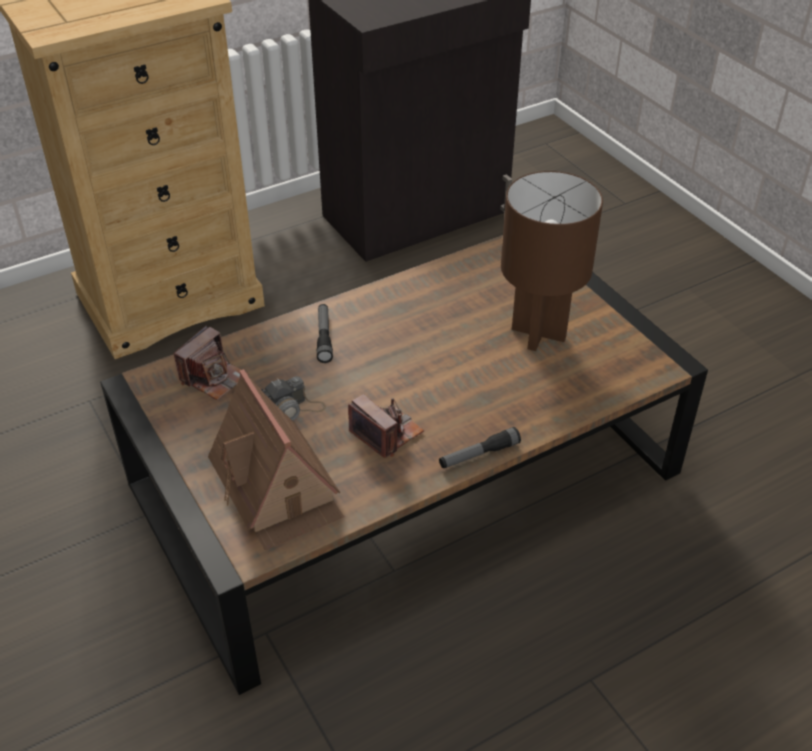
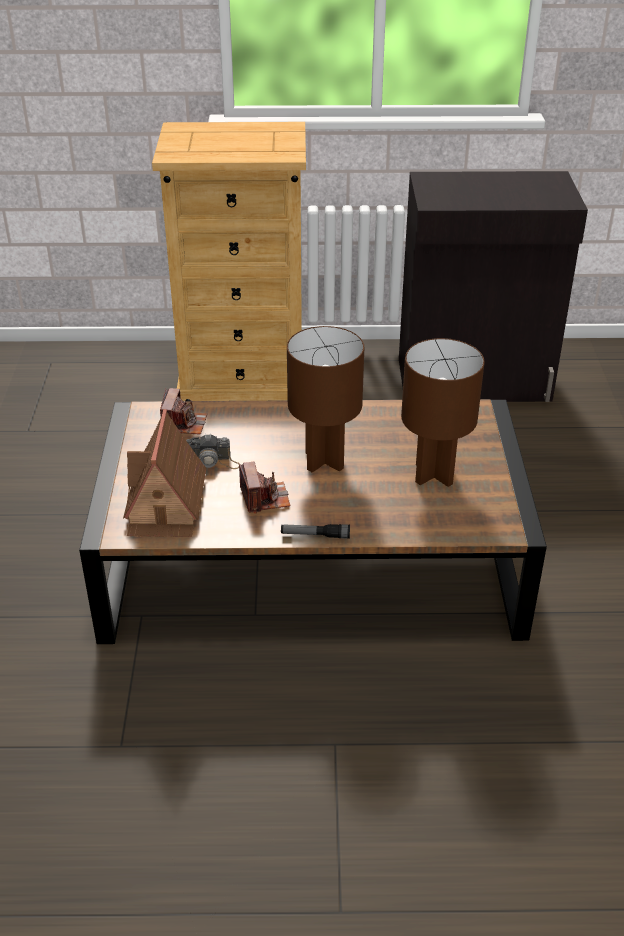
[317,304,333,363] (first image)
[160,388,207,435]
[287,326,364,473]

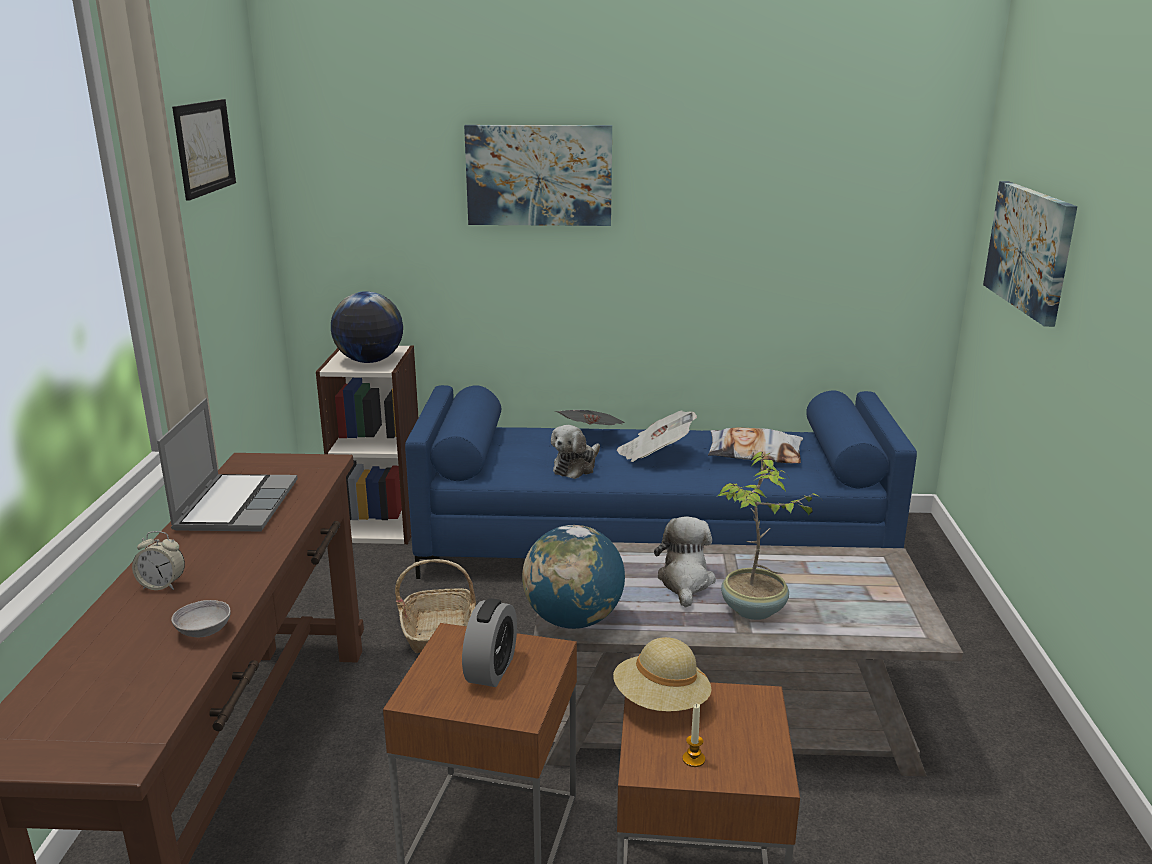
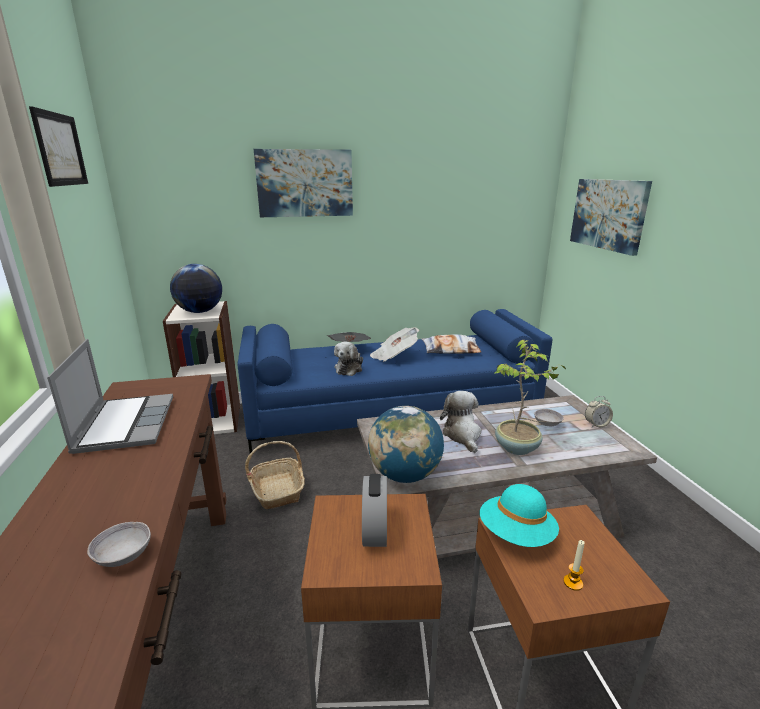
[585,396,613,428]
[480,484,559,547]
[534,409,564,426]

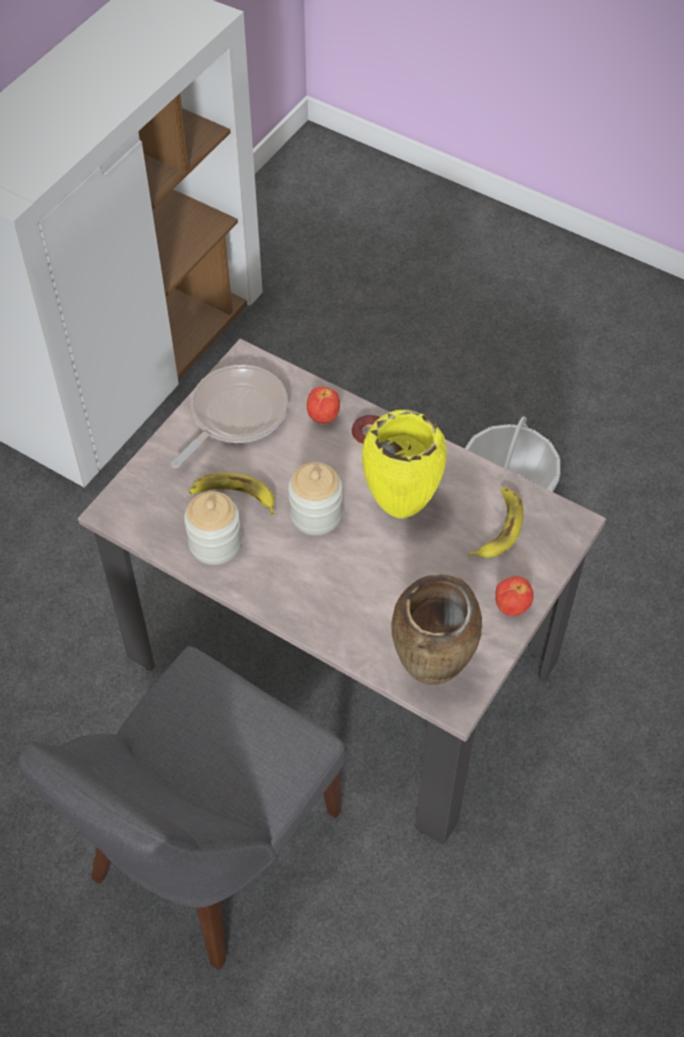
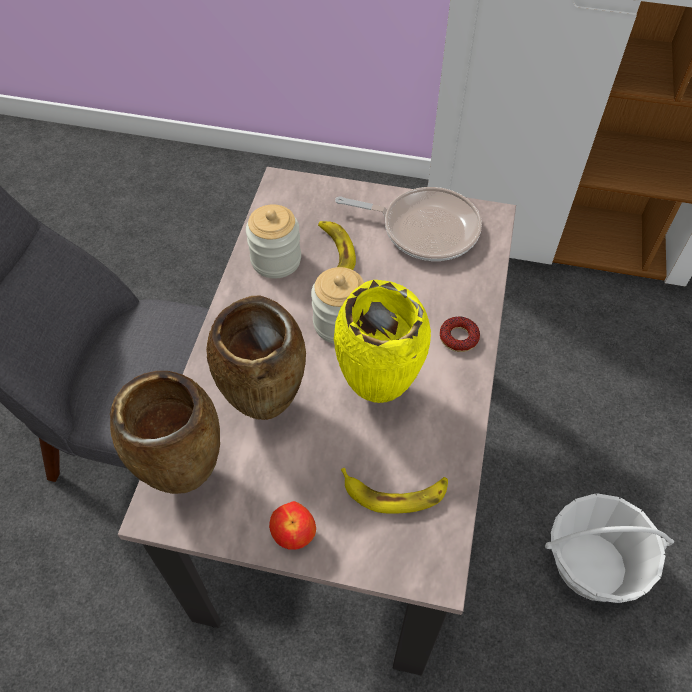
[307,387,340,424] (first image)
[206,296,306,420]

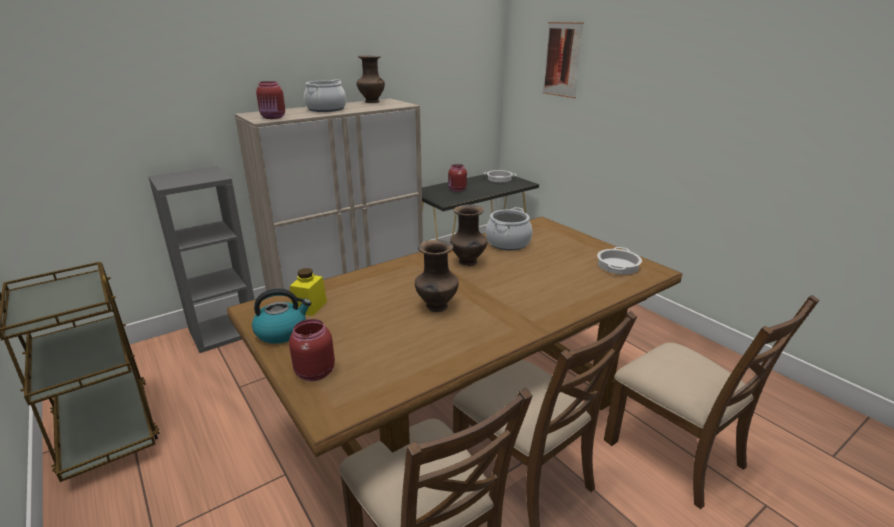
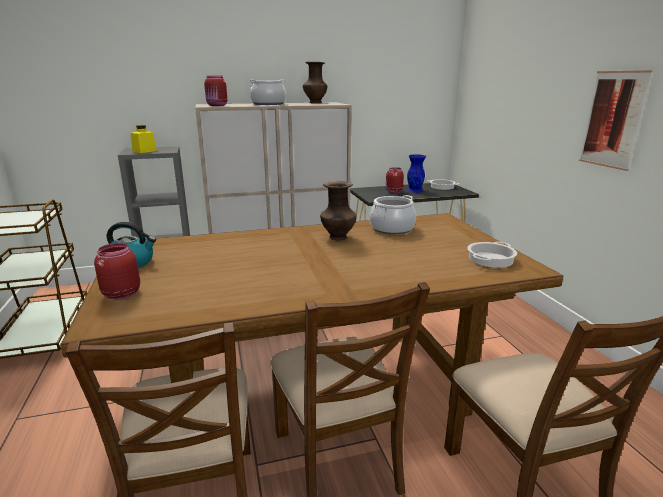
[579,70,653,171]
[415,240,459,312] (first image)
[131,125,157,153]
[406,154,426,193]

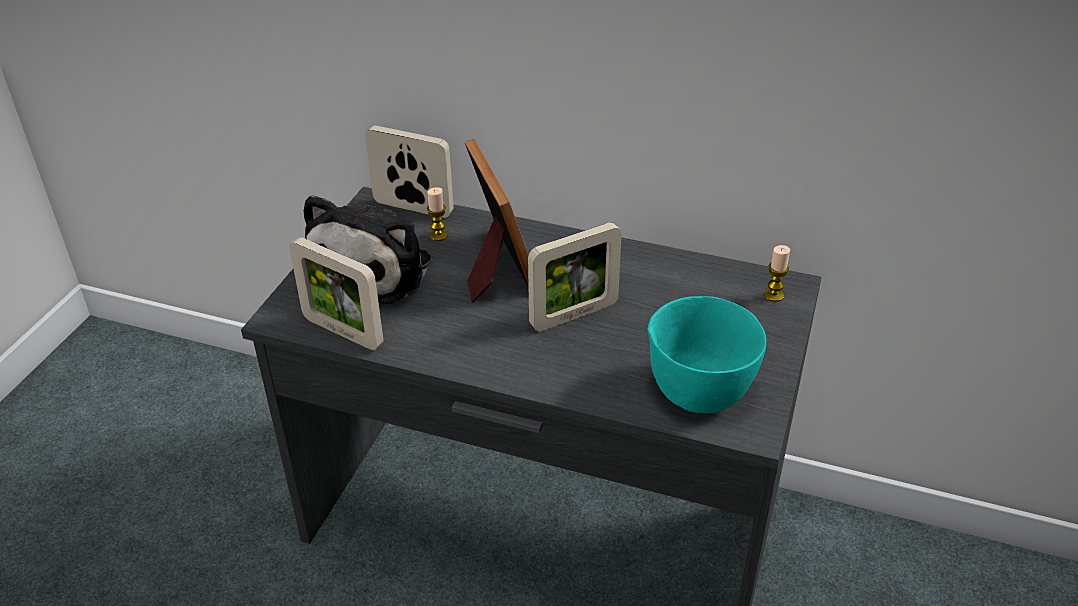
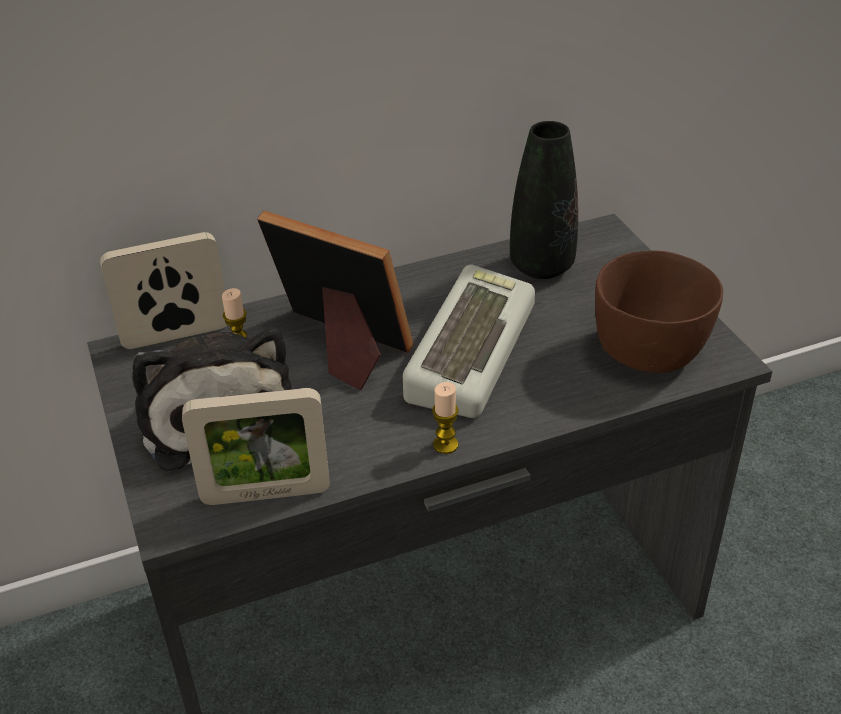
[403,265,535,418]
[432,382,459,454]
[595,250,723,373]
[510,121,578,279]

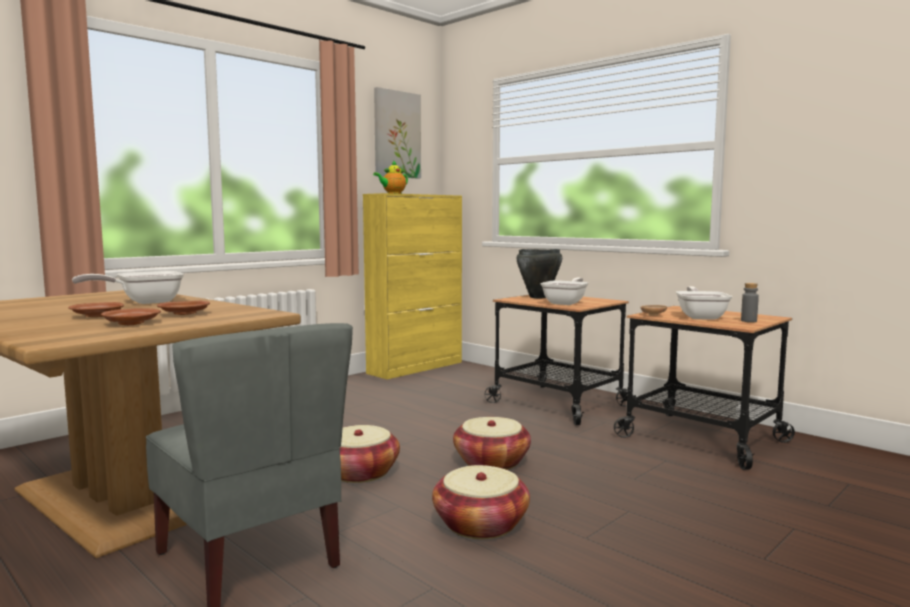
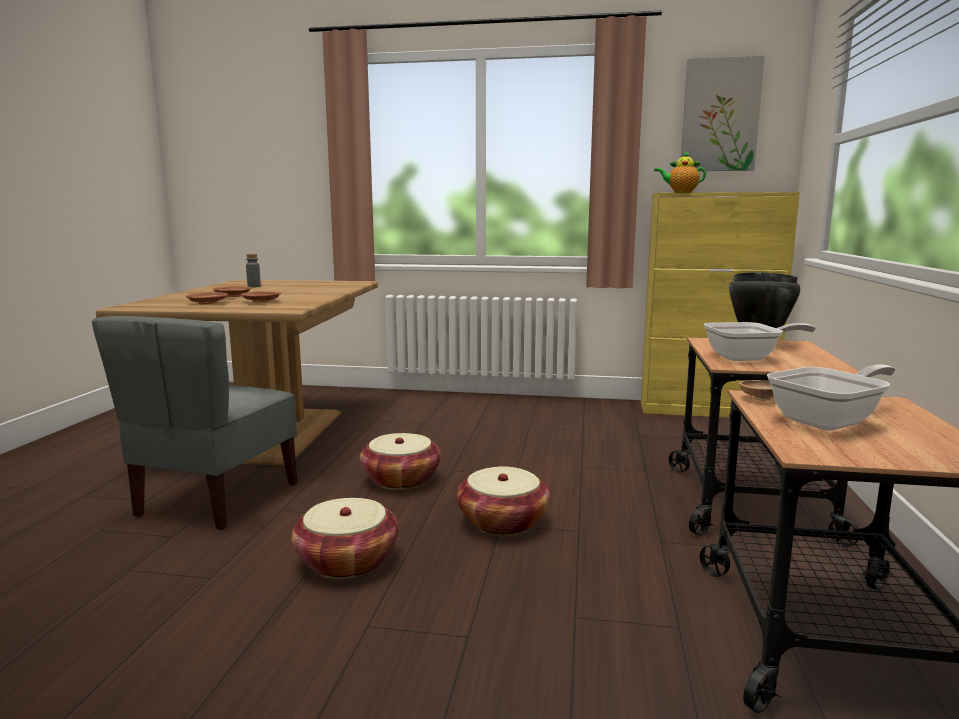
[72,271,184,304] (first image)
[246,254,261,288]

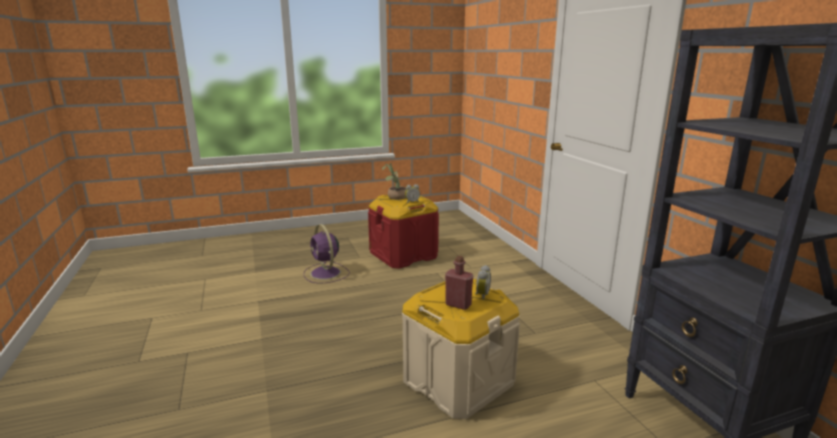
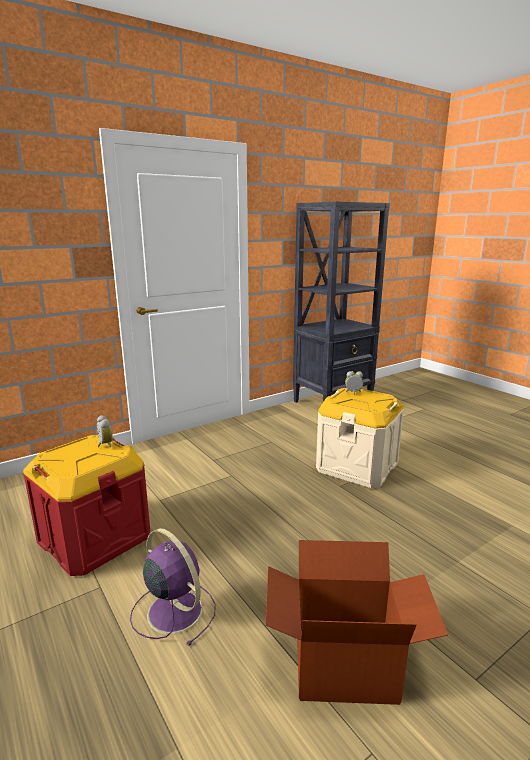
[382,163,406,200] (first image)
[130,528,216,646]
[445,256,473,310] (first image)
[265,540,448,705]

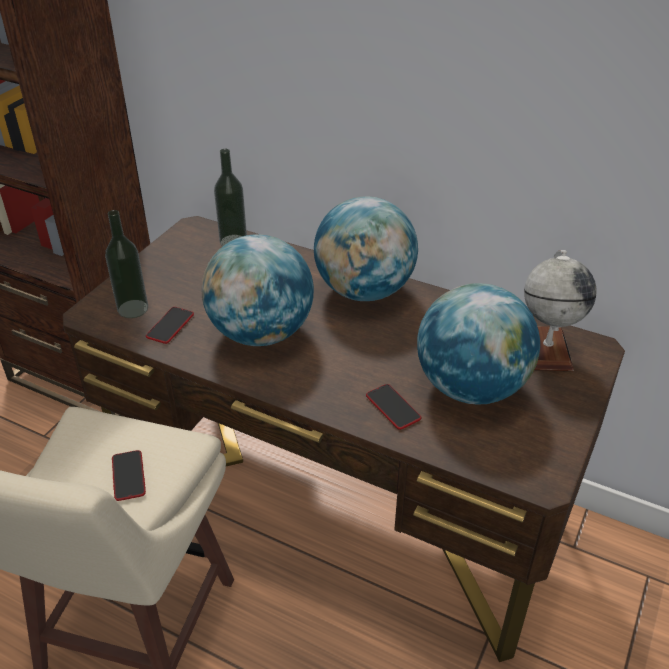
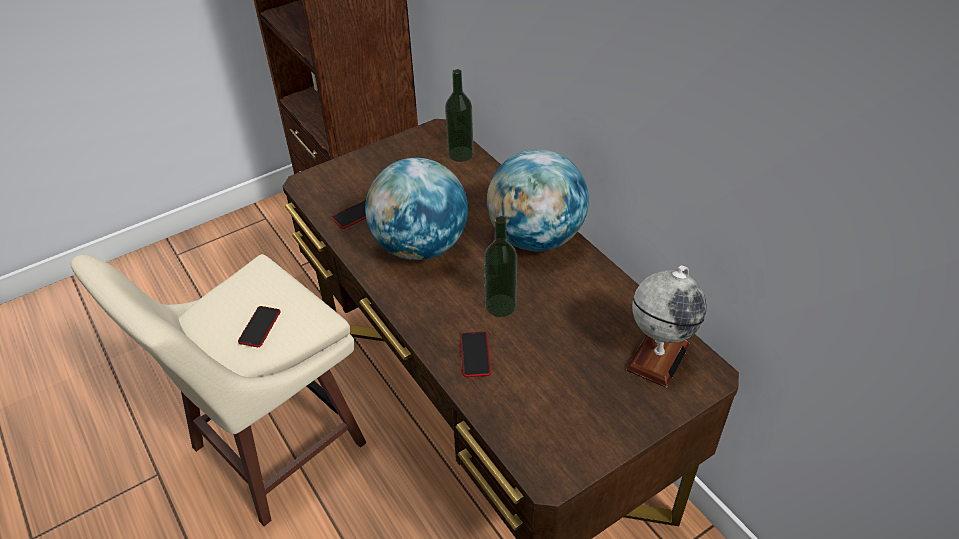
[484,216,517,317]
[417,283,540,405] (first image)

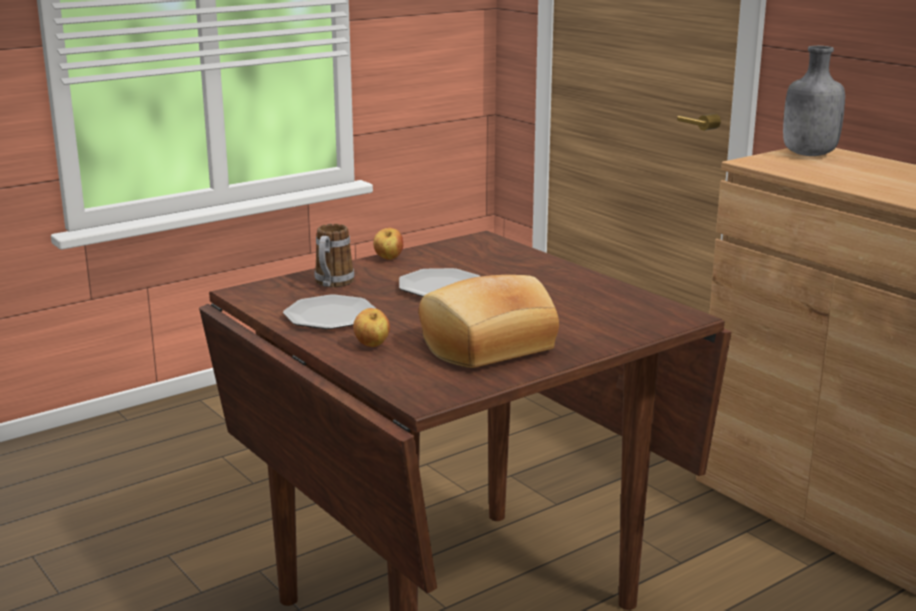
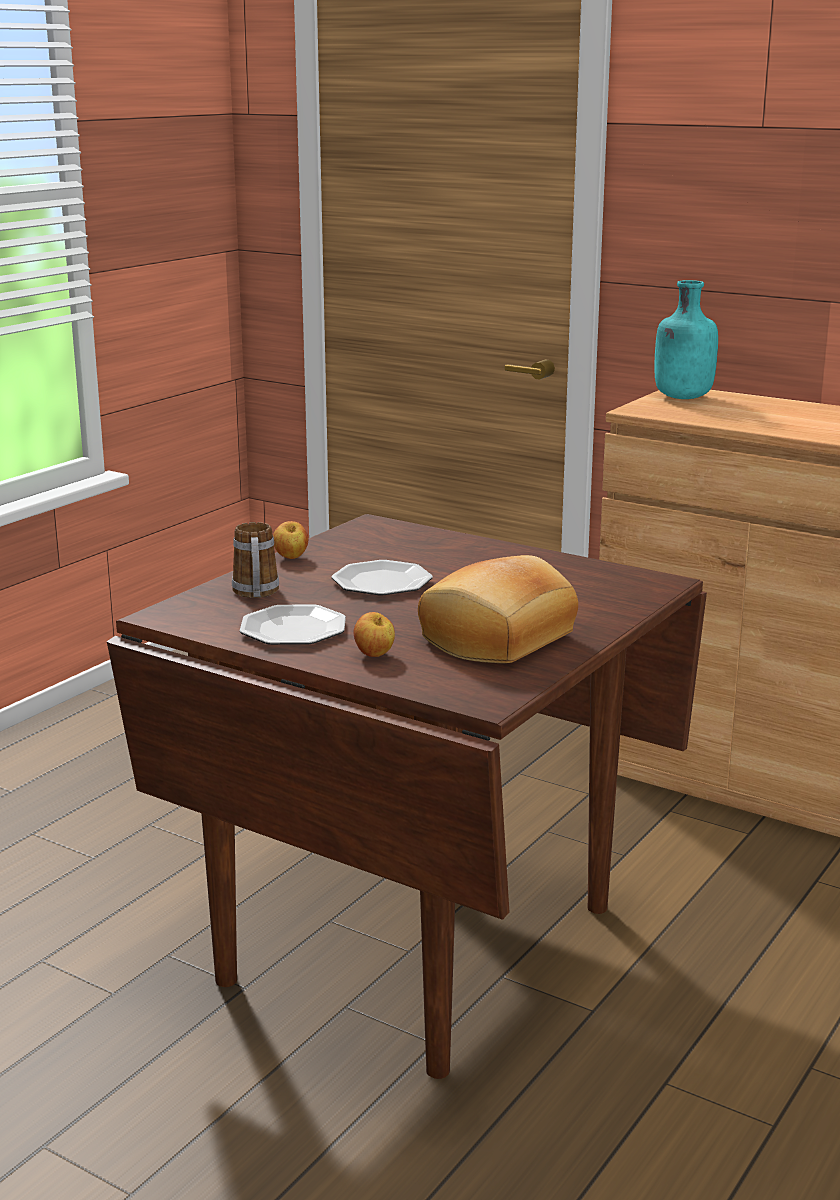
[654,280,718,399]

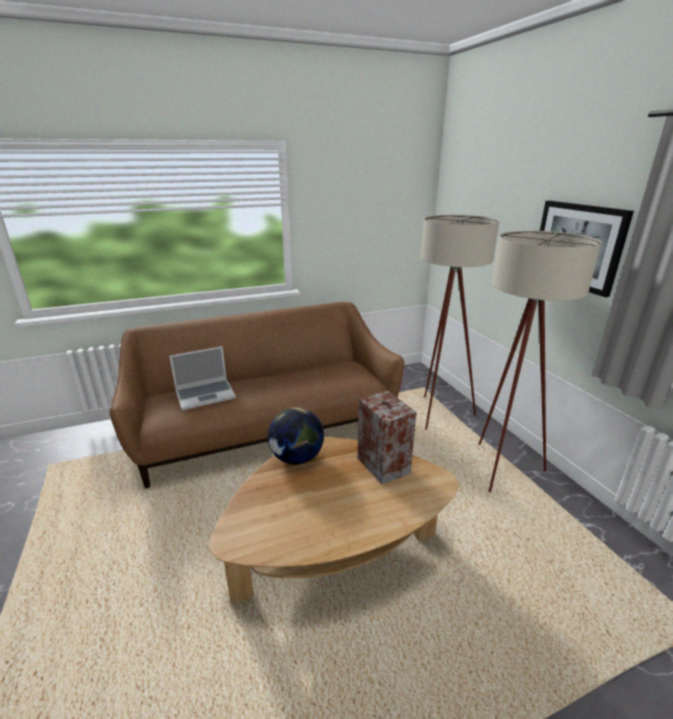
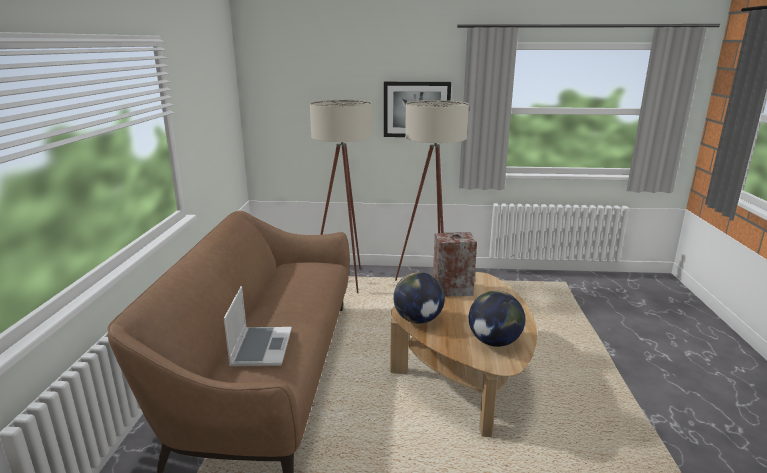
[469,291,525,347]

